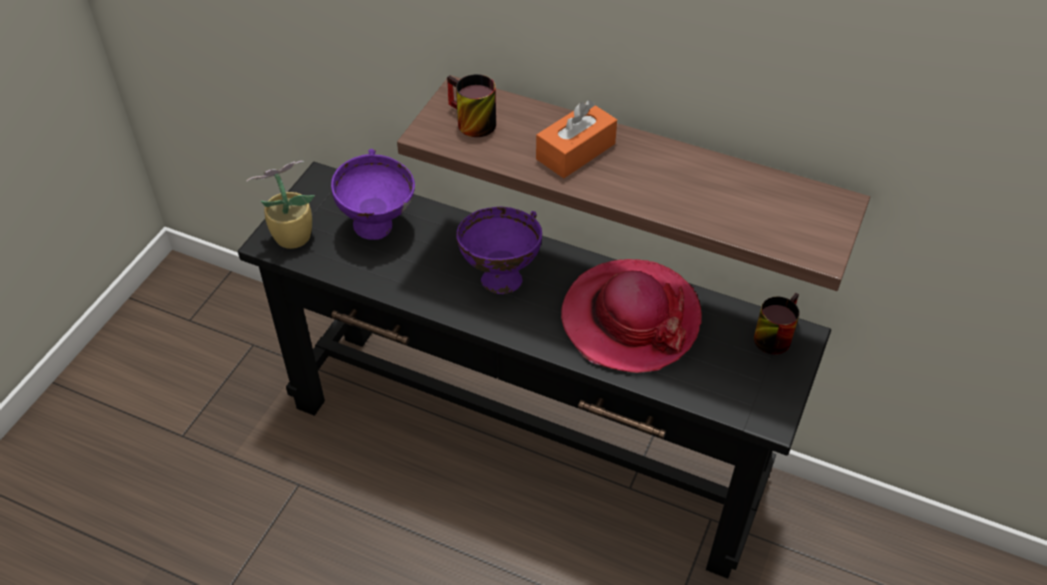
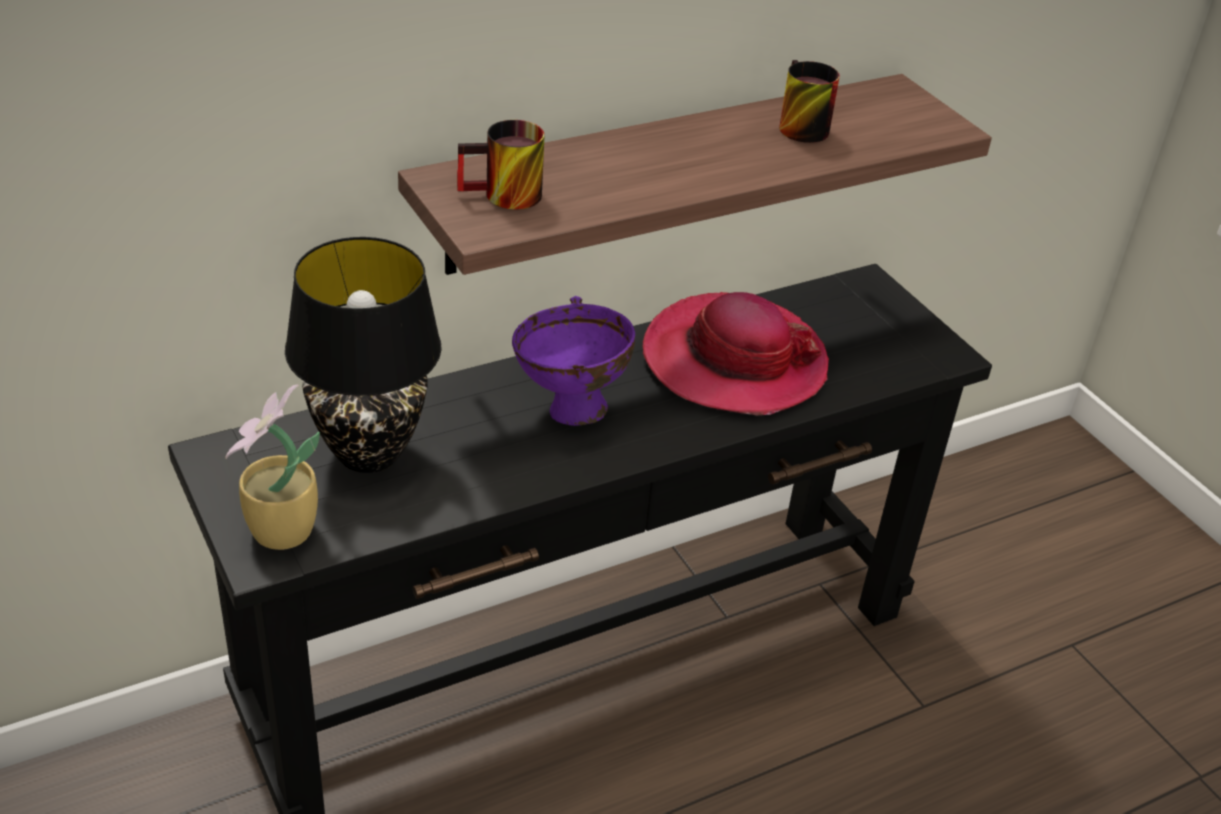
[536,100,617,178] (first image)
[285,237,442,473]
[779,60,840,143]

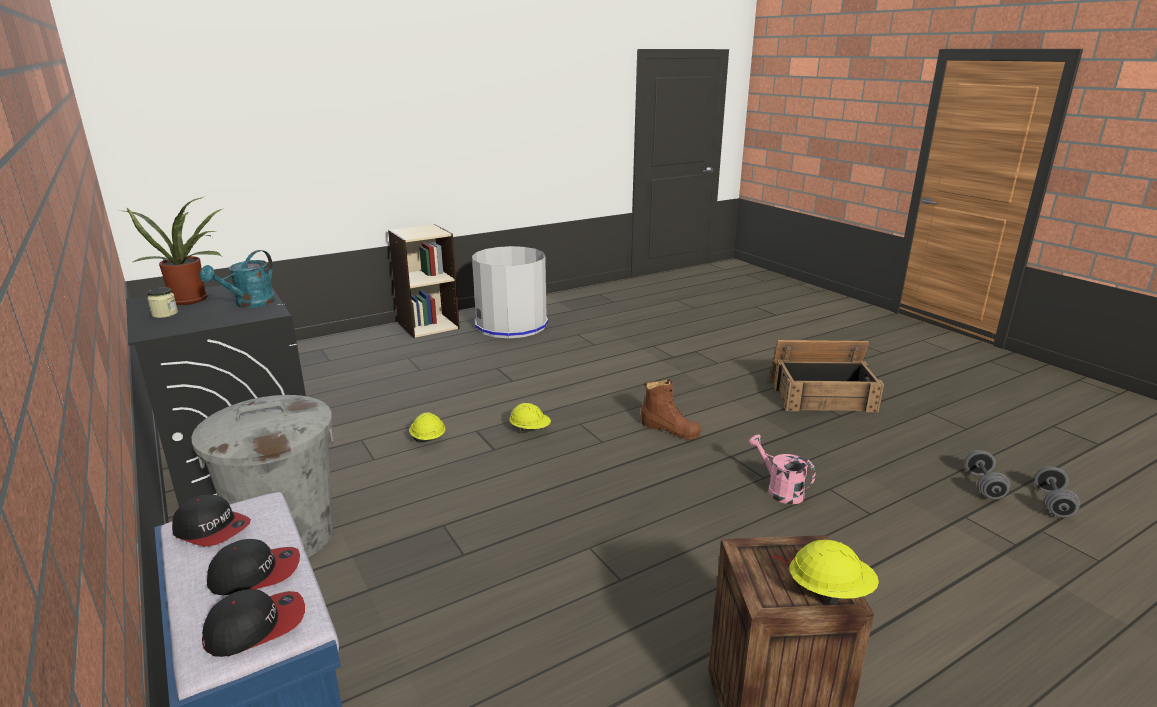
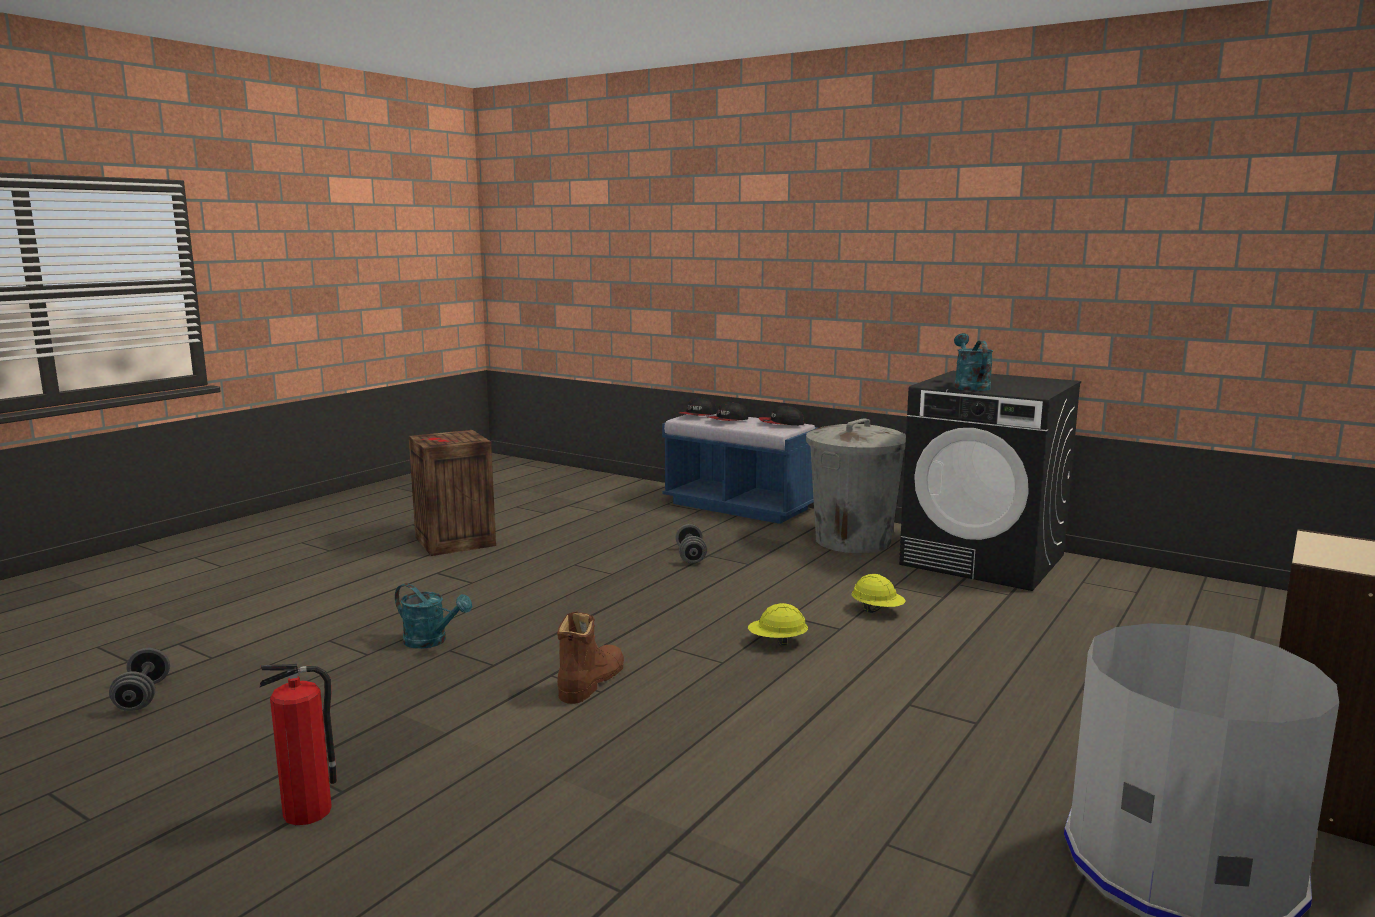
[117,196,222,305] (first image)
[147,287,178,318] (first image)
[260,664,337,825]
[557,611,624,704]
[395,583,472,649]
[676,524,707,564]
[789,540,879,604] (first image)

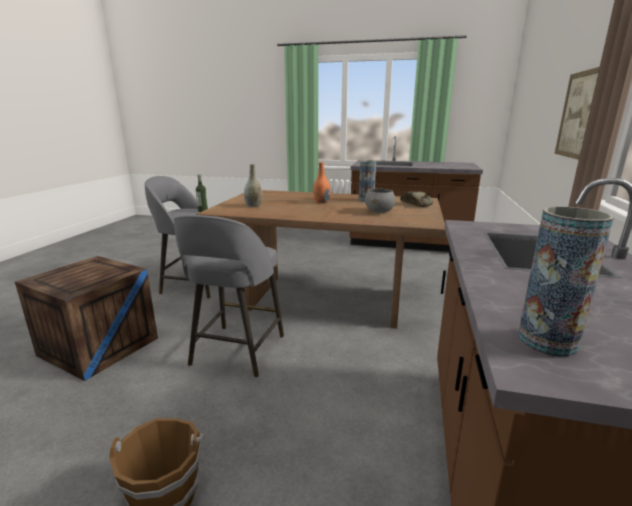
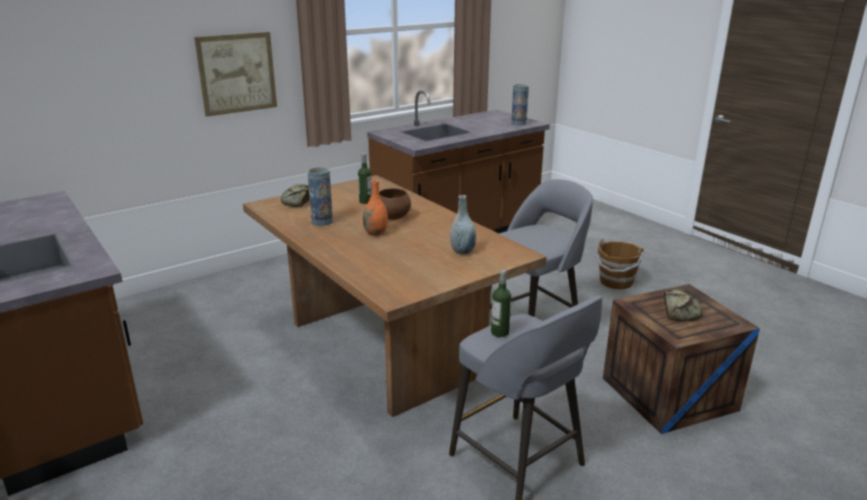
[358,153,372,204]
[379,188,411,220]
[664,290,702,321]

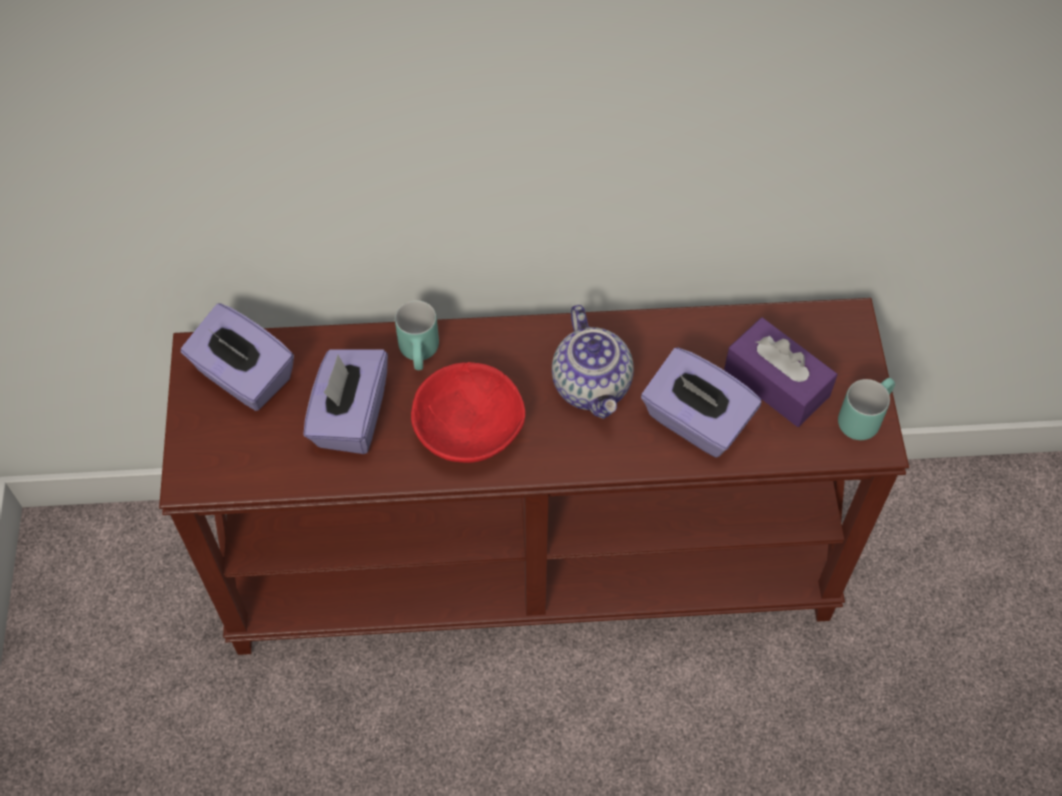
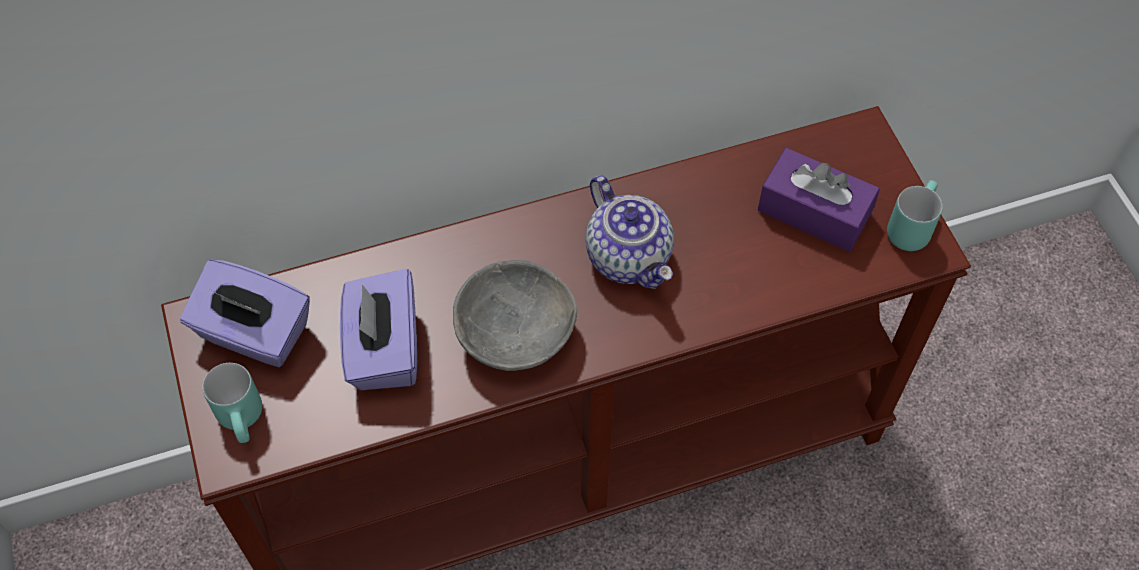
[202,363,262,443]
[641,347,762,458] (first image)
[453,260,577,371]

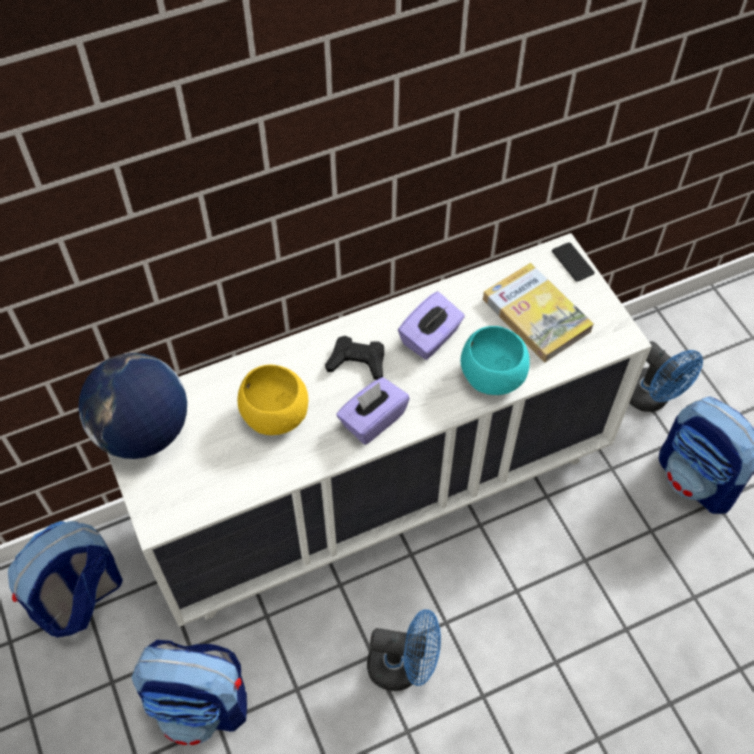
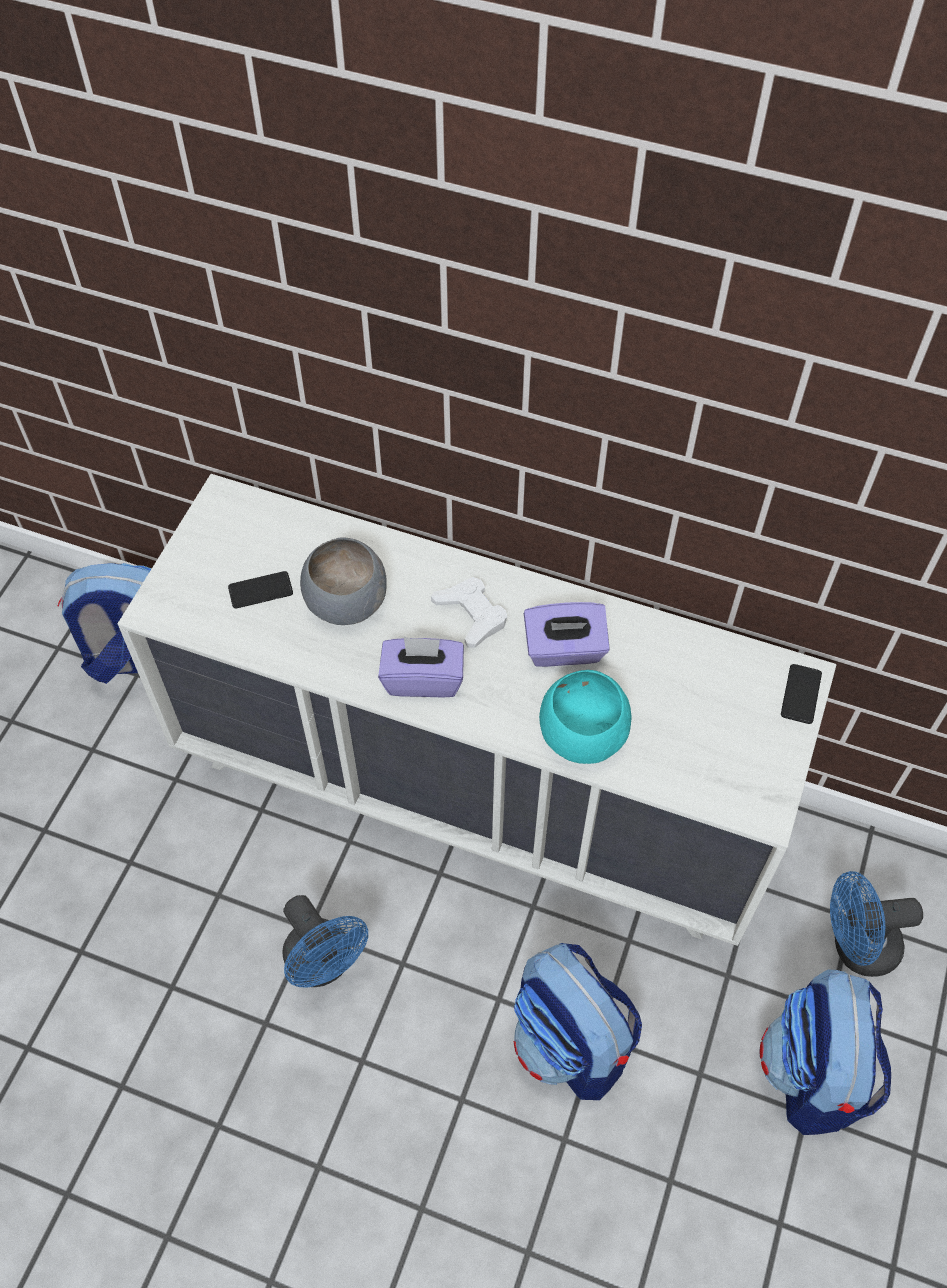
[483,263,594,362] (first image)
[431,577,507,648]
[830,871,923,977]
[78,353,187,459] (first image)
[300,538,387,625]
[514,943,642,1100]
[228,571,293,609]

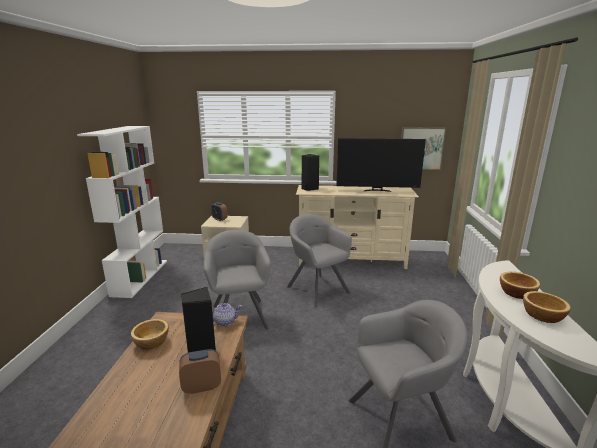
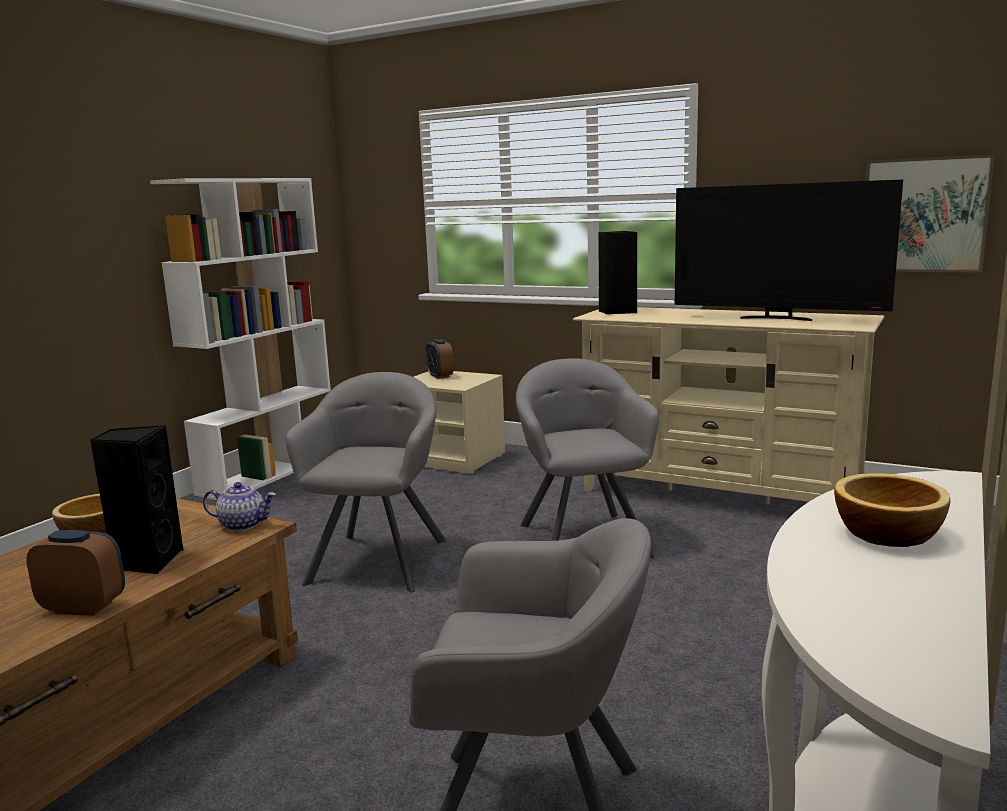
[523,291,571,323] (first image)

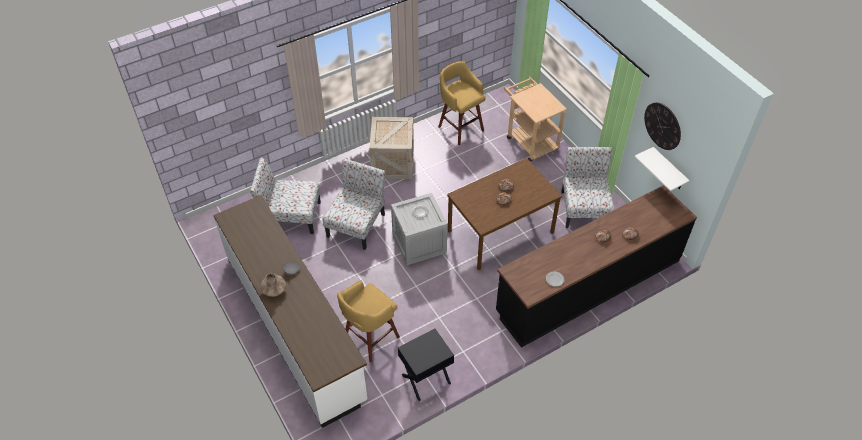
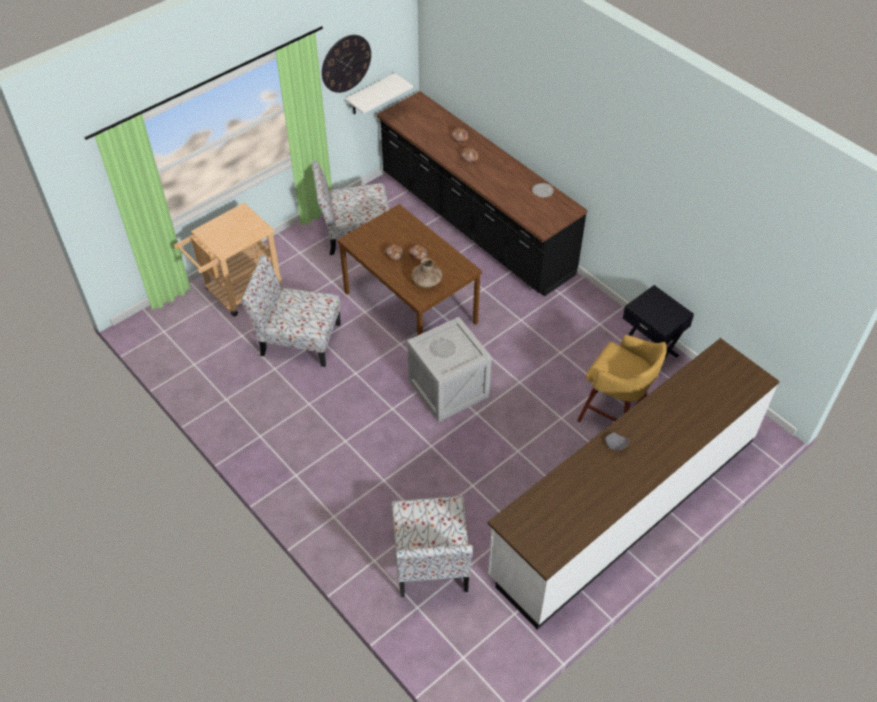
[438,61,486,145] (first image)
[369,117,414,179] (first image)
[241,255,341,367]
[412,258,442,288]

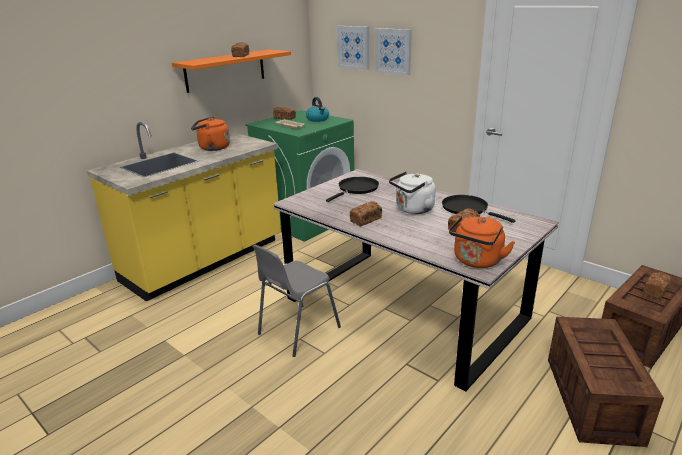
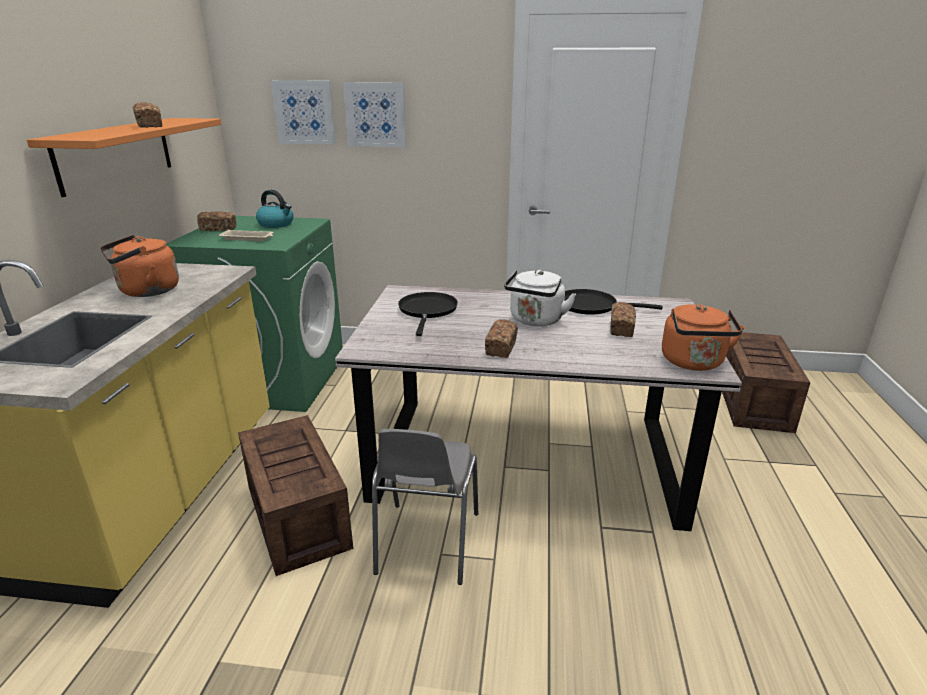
[644,272,672,299] (first image)
[238,415,353,576]

